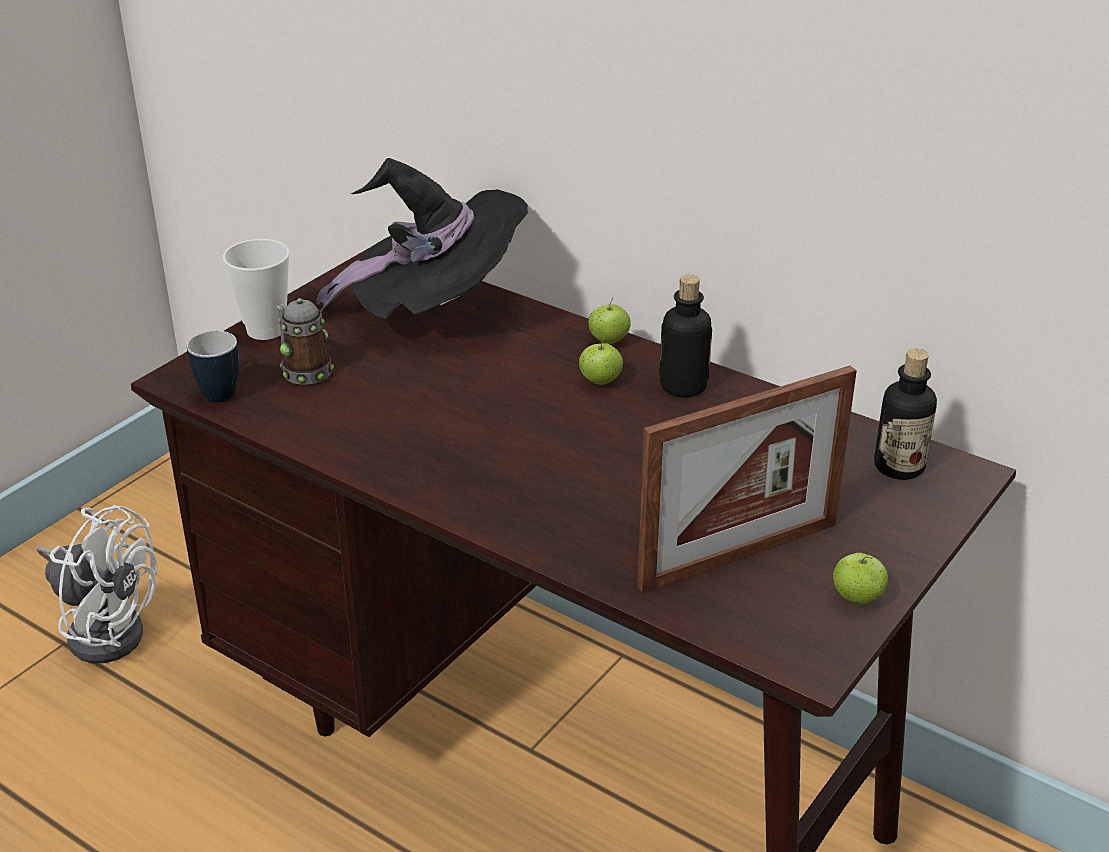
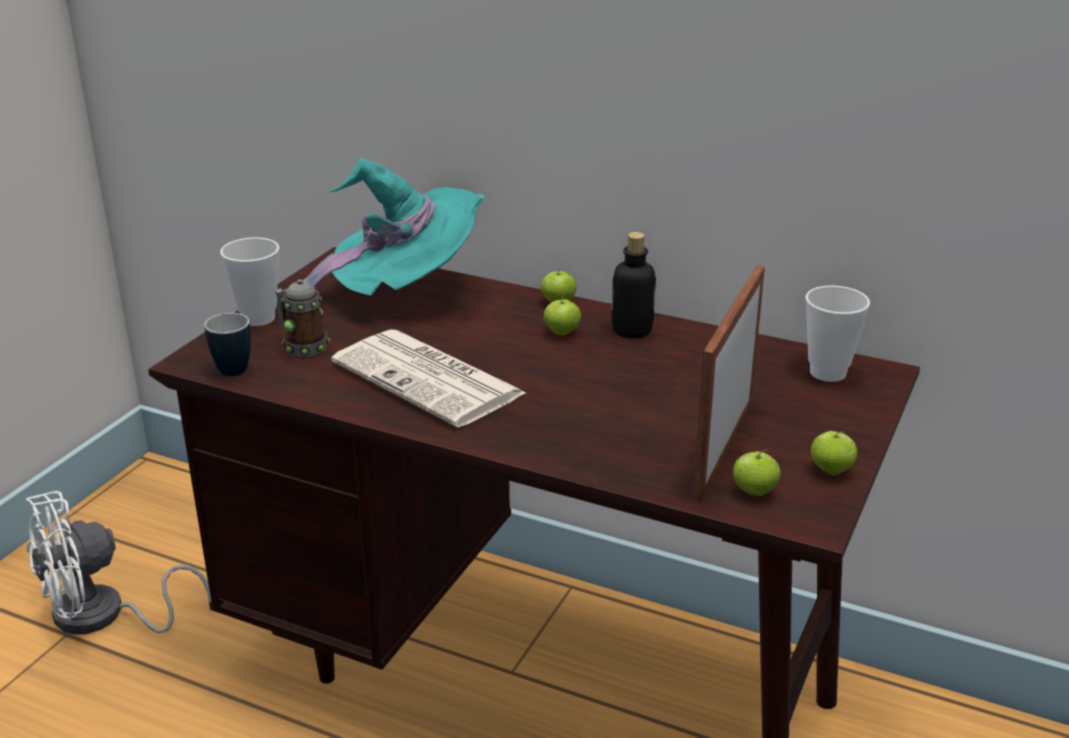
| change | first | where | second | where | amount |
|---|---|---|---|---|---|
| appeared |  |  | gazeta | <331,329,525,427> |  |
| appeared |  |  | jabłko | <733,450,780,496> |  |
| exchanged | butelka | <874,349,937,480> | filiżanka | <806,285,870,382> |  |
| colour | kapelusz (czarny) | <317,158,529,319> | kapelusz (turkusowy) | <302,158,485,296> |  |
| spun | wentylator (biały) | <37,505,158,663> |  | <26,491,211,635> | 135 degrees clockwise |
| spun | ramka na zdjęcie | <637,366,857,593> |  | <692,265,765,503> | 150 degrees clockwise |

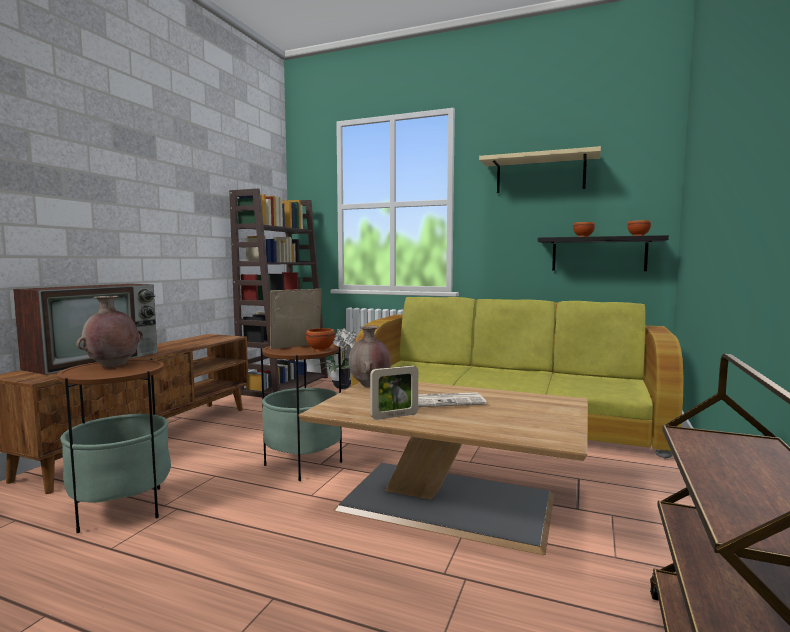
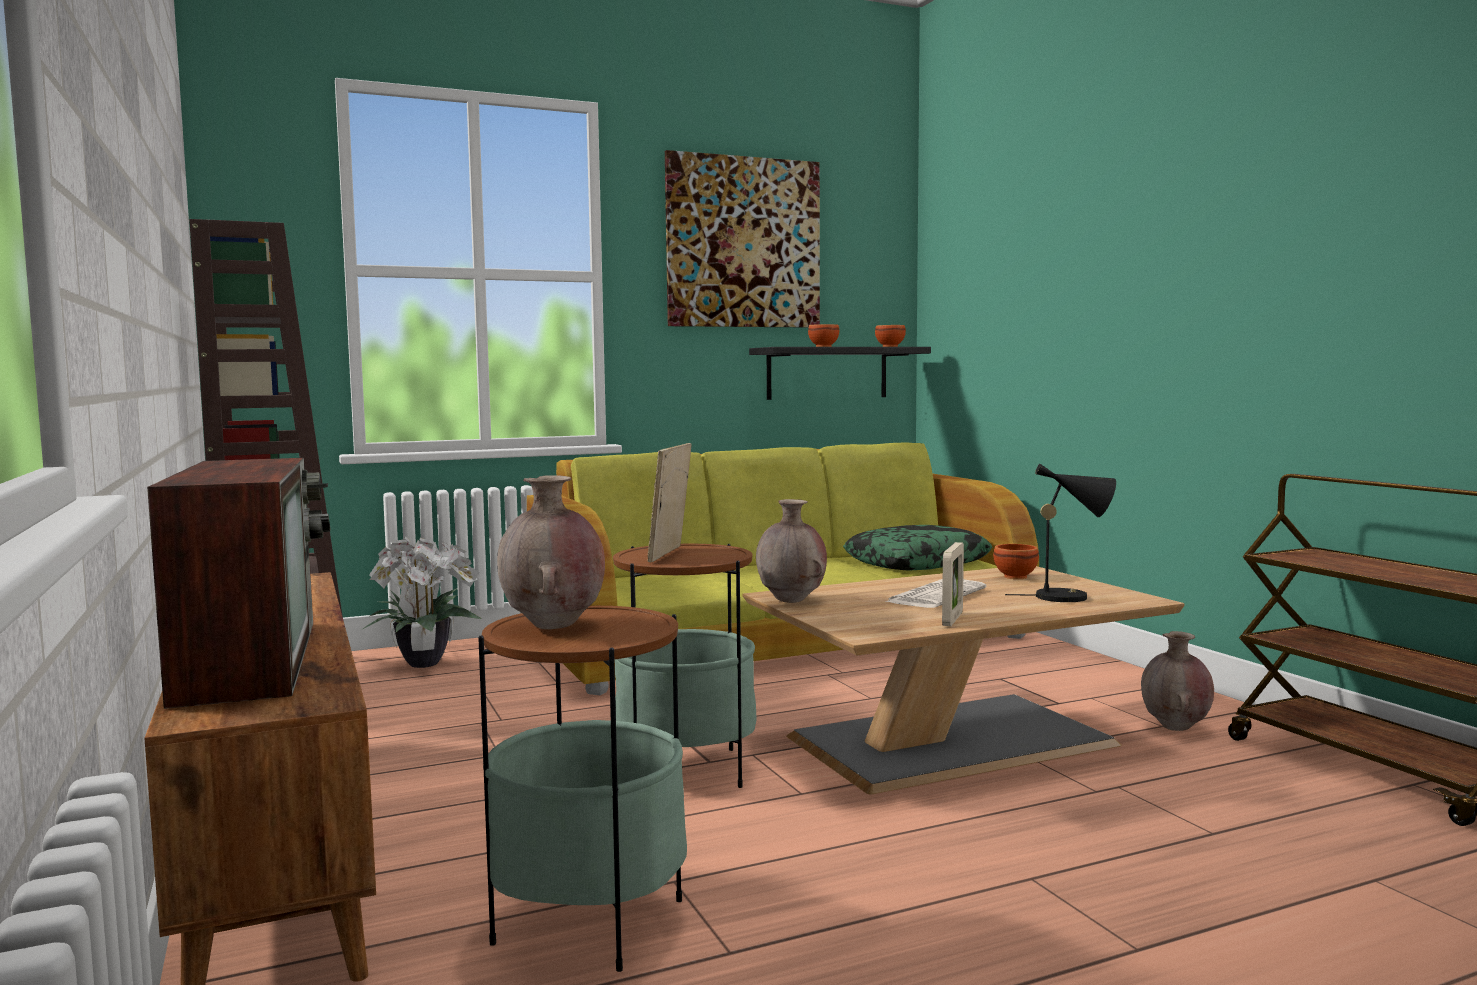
| change | first | where | second | where | amount |
|---|---|---|---|---|---|
| appeared |  |  | poduszka | <843,525,992,571> |  |
| appeared |  |  | lampa stołowa (czarny) | <1005,464,1116,602> |  |
| appeared |  |  | wazon (brązowy) | <1141,631,1214,731> |  |
| relocated | miska (brązowy) | <306,328,335,351> |  | <993,544,1039,579> |  |
| exchanged | półka (beżowy) | <479,146,601,193> | obraz | <665,150,820,328> |  |

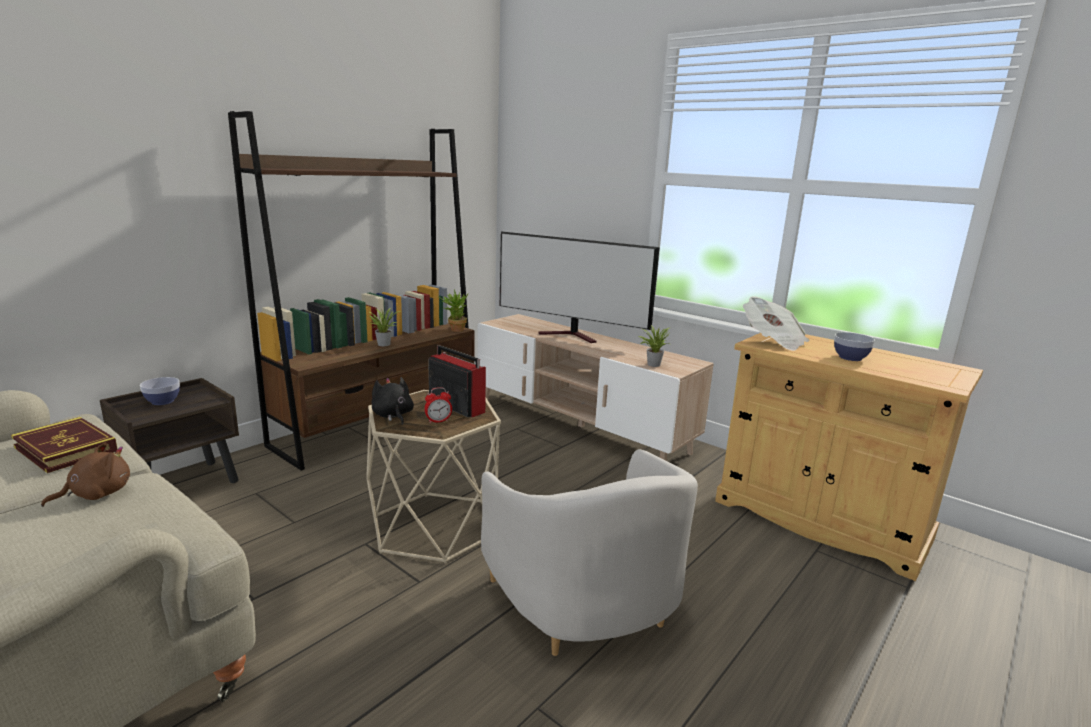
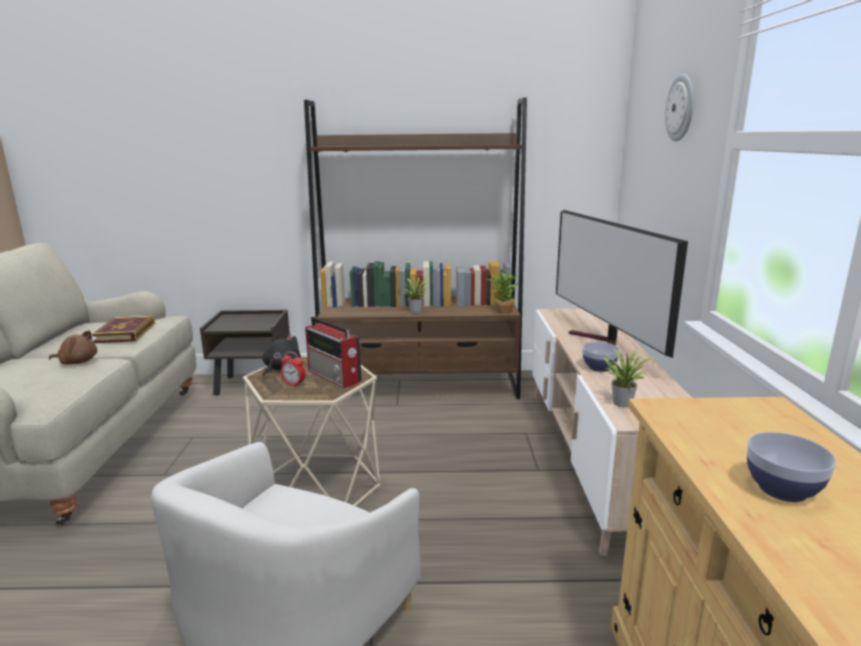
| change | first | where | second | where | amount |
|---|---|---|---|---|---|
| missing | gazeta | <743,297,809,351> |  |  |  |
| appeared |  |  | zegar ścienny | <665,74,694,141> |  |
| relocated | miska | <140,377,180,405> |  | <582,342,620,372> |  |
| spun | radio | <428,345,486,417> |  | <305,316,362,388> | 135 degrees clockwise |

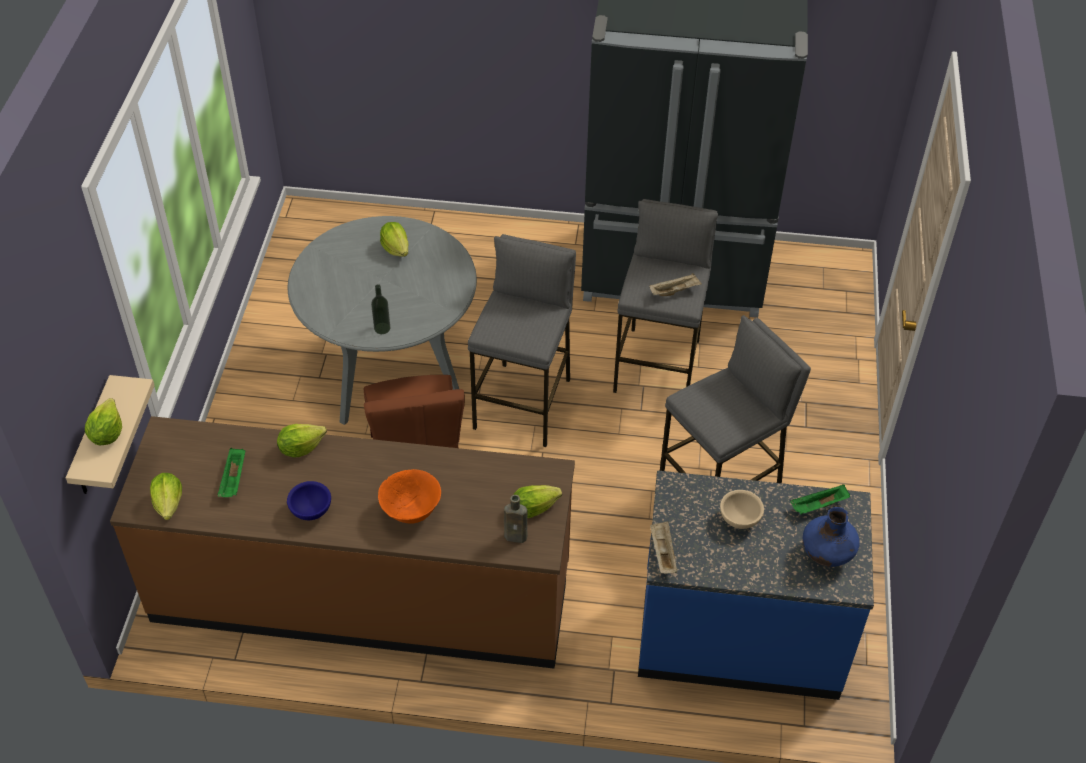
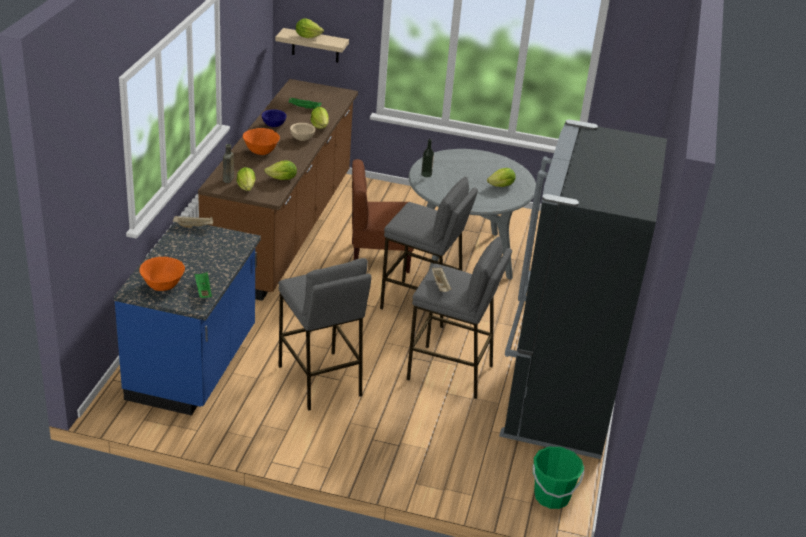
| change | first | where | second | where | amount |
|---|---|---|---|---|---|
| appeared |  |  | wiadro (zielony) | <533,447,584,509> |  |
| relocated | sałata | <150,473,182,520> |  | <264,160,297,180> |  |
| relocated | miska (beżowy) | <720,490,764,529> |  | <290,123,315,141> |  |
| exchanged | wazon (niebieski) | <802,507,860,567> | miska (pomarańczowy) | <139,257,185,291> |  |

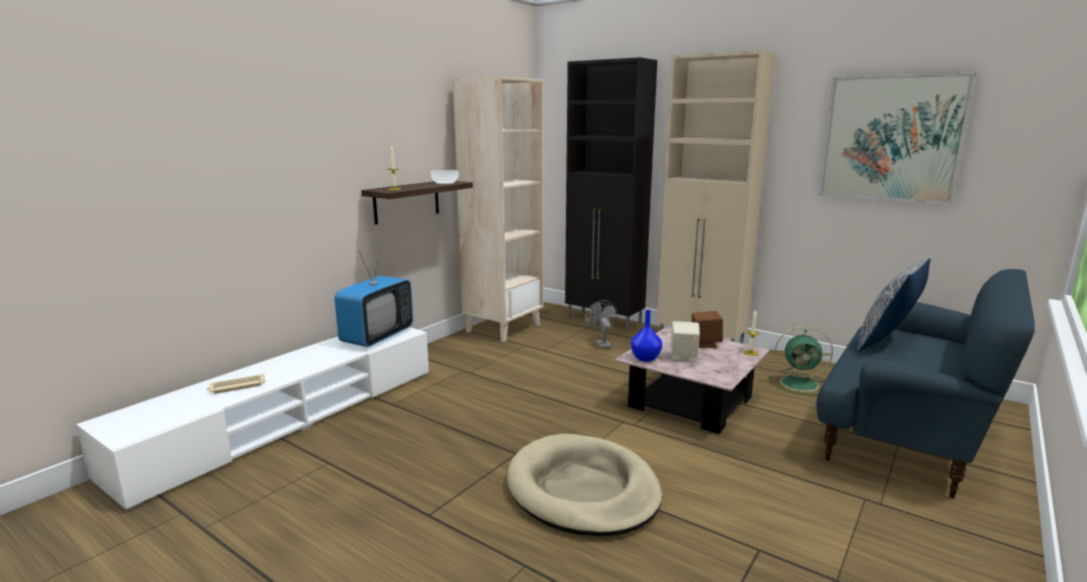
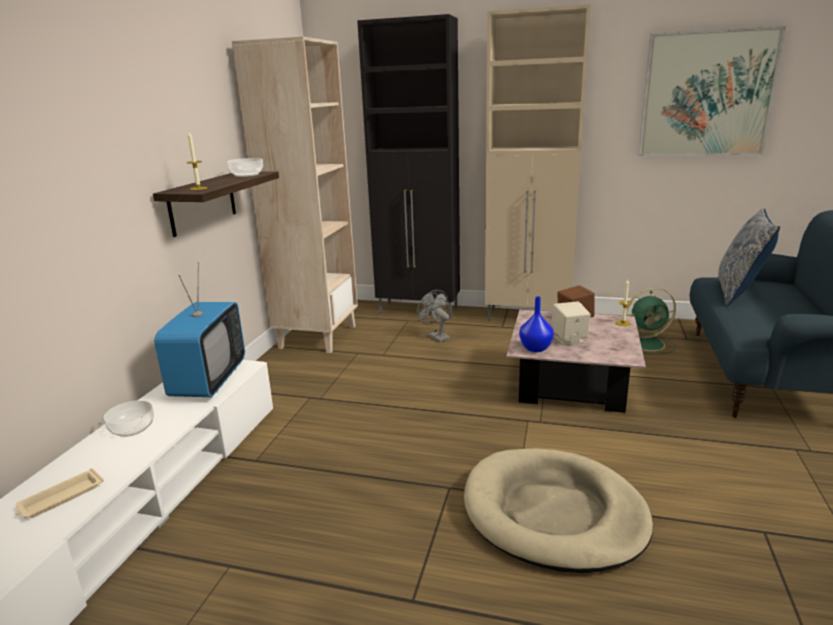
| change | first | where | second | where | amount |
|---|---|---|---|---|---|
| appeared |  |  | miska | <104,400,154,437> |  |

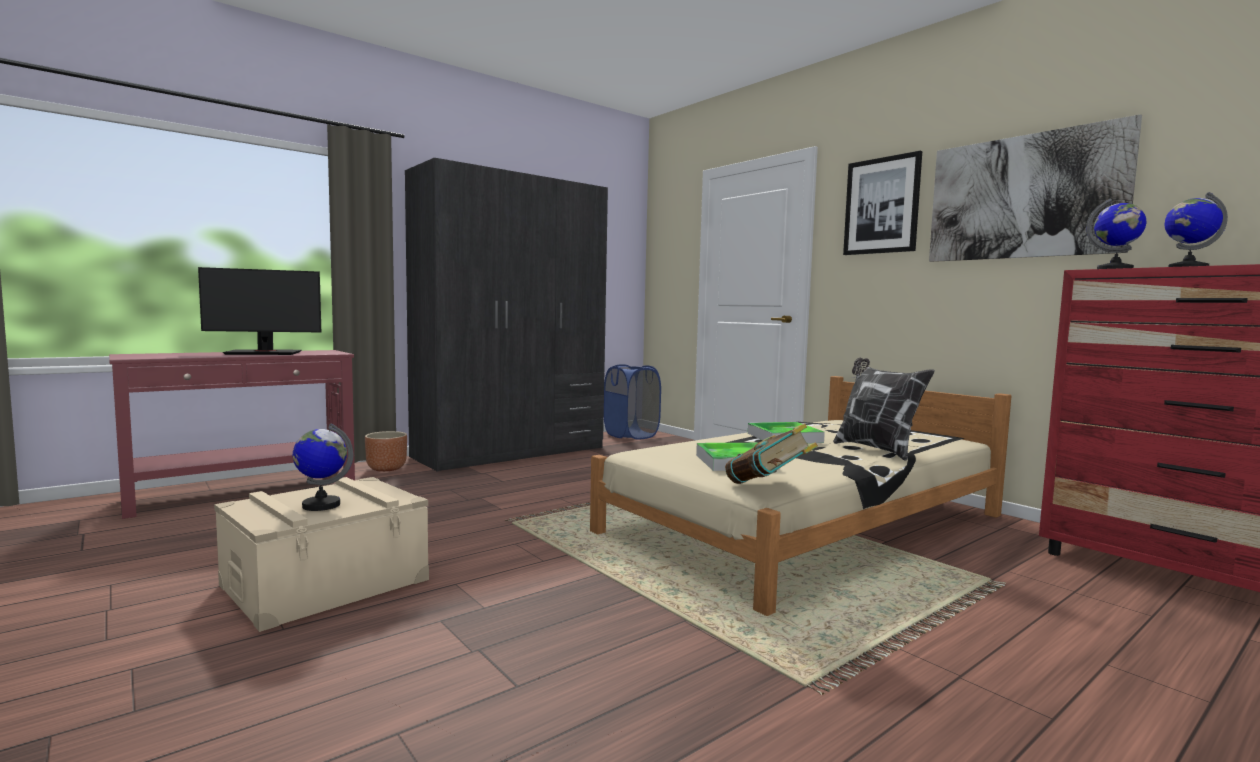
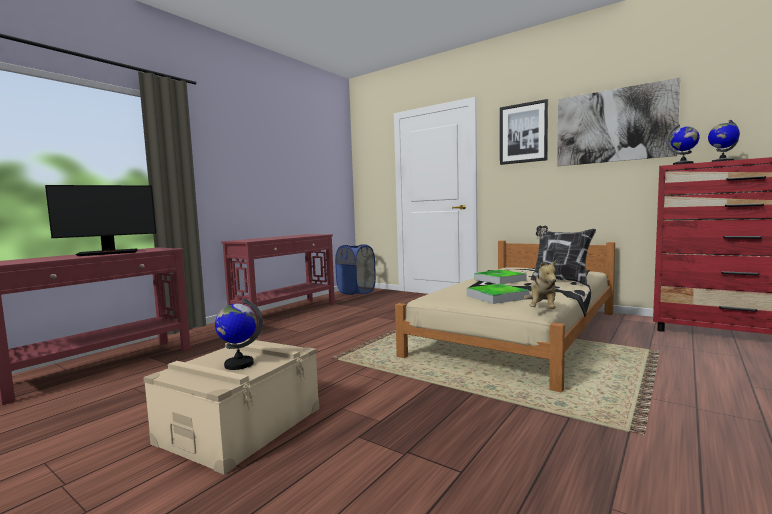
| change | first | where | second | where | amount |
|---|---|---|---|---|---|
| missing | donica (brązowy) | <365,431,407,472> |  |  |  |
| exchanged | szafa (szary) | <405,158,608,471> | stolik konsolowy (czerwony) | <221,234,335,326> |  |
| exchanged | książka | <725,423,818,484> | pluszak | <524,260,556,309> |  |

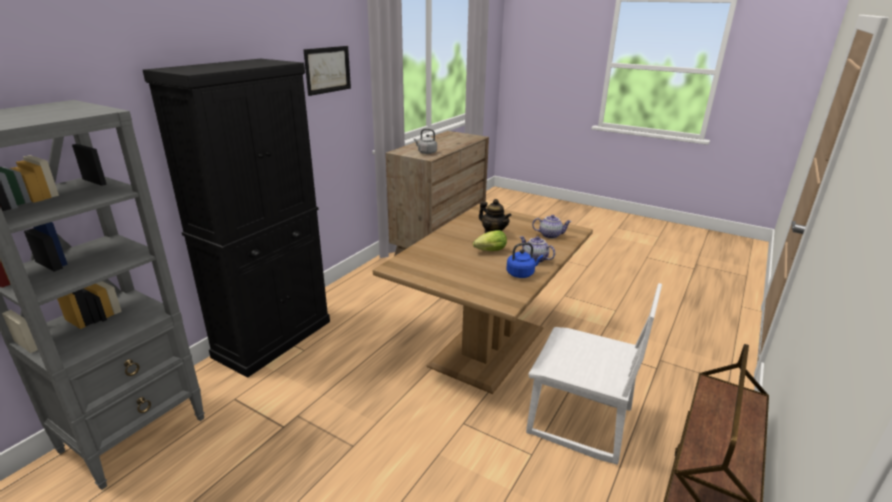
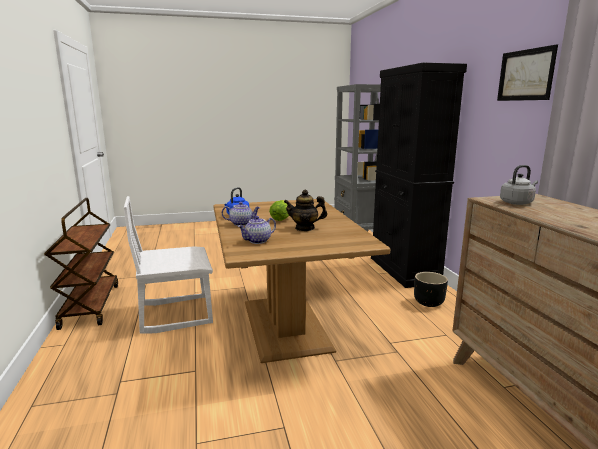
| change | first | where | second | where | amount |
|---|---|---|---|---|---|
| appeared |  |  | donica (czarny) | <414,272,448,307> |  |

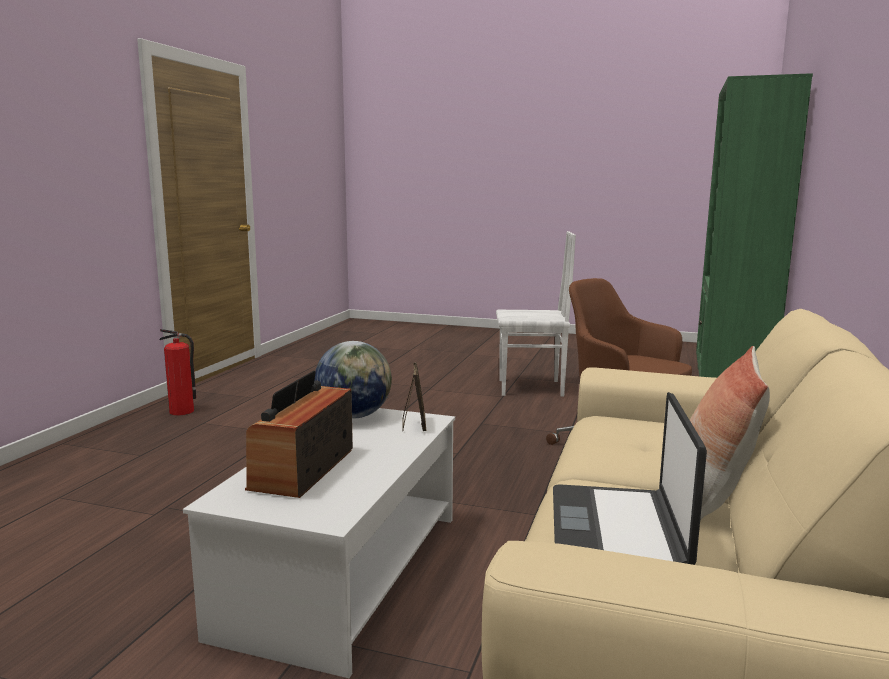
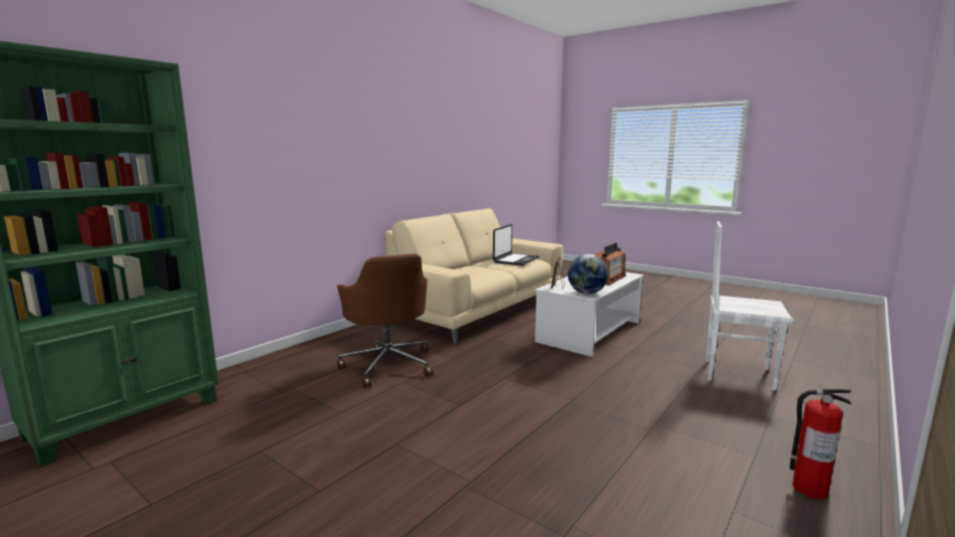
| change | first | where | second | where | amount |
|---|---|---|---|---|---|
| missing | poduszka | <690,346,770,520> |  |  |  |
| relocated | krzesło (biały) | <496,231,576,397> |  | <706,221,794,390> |  |

